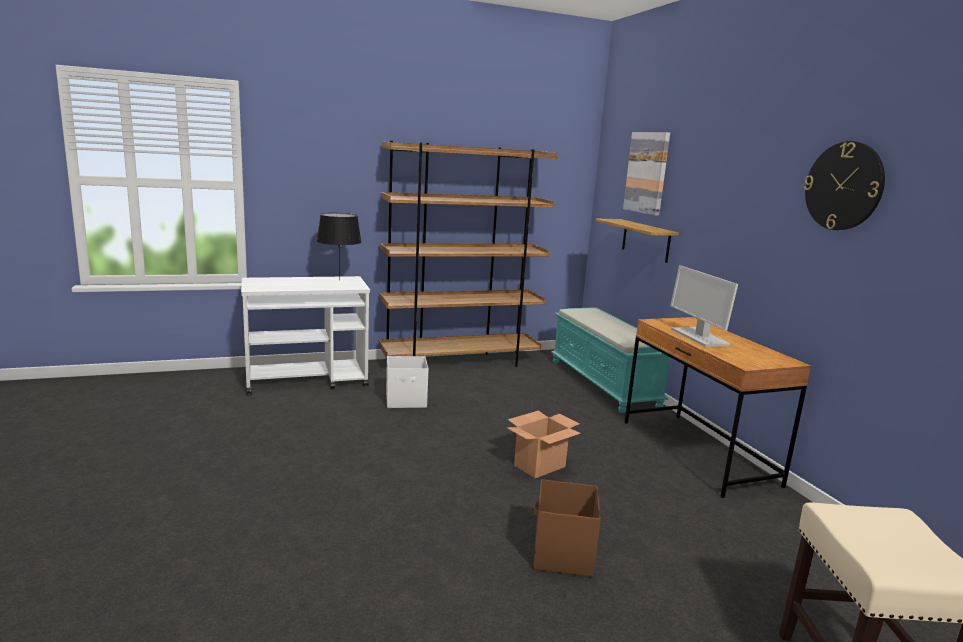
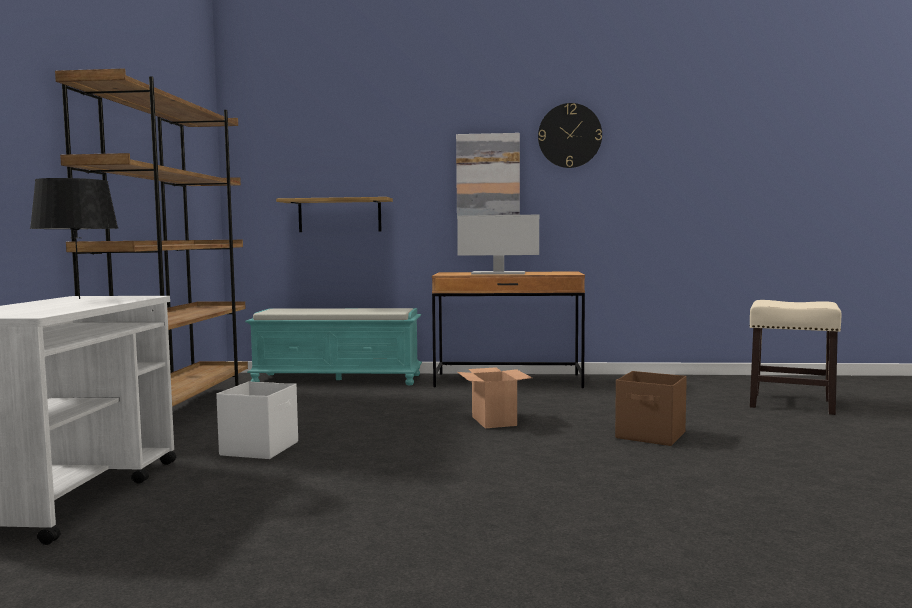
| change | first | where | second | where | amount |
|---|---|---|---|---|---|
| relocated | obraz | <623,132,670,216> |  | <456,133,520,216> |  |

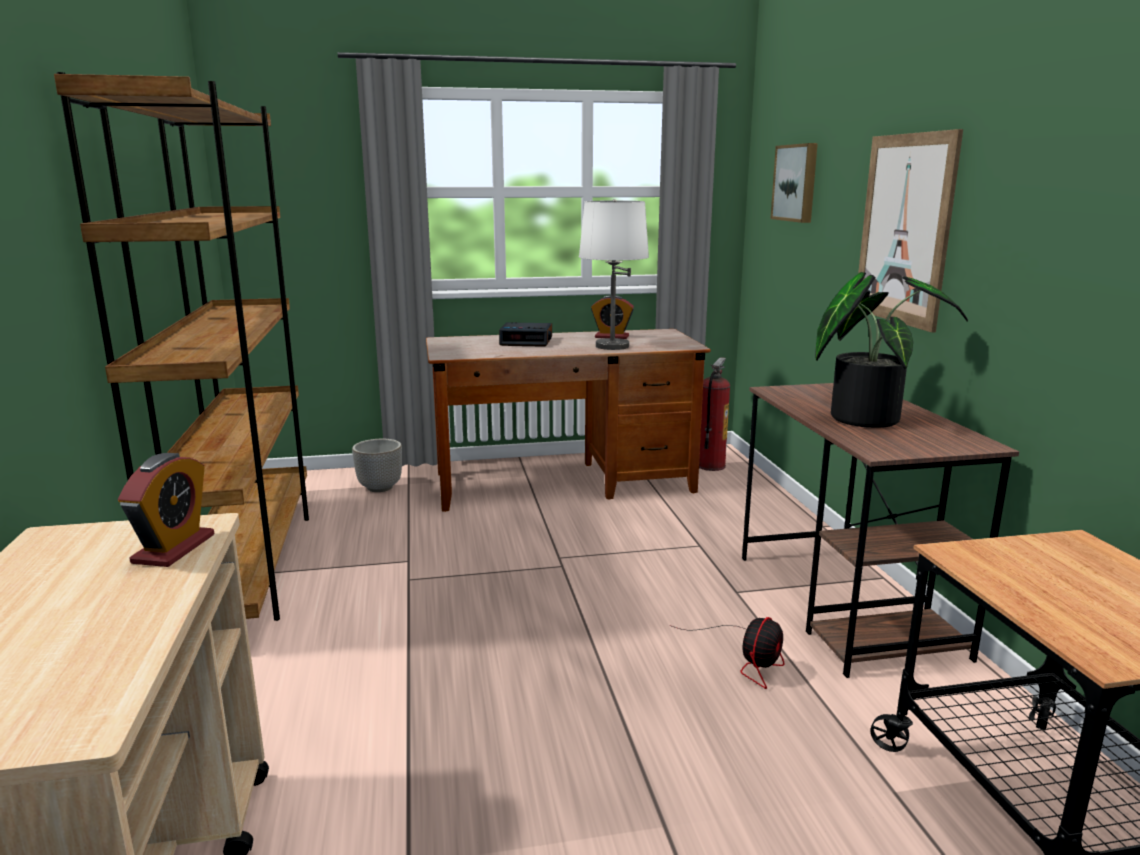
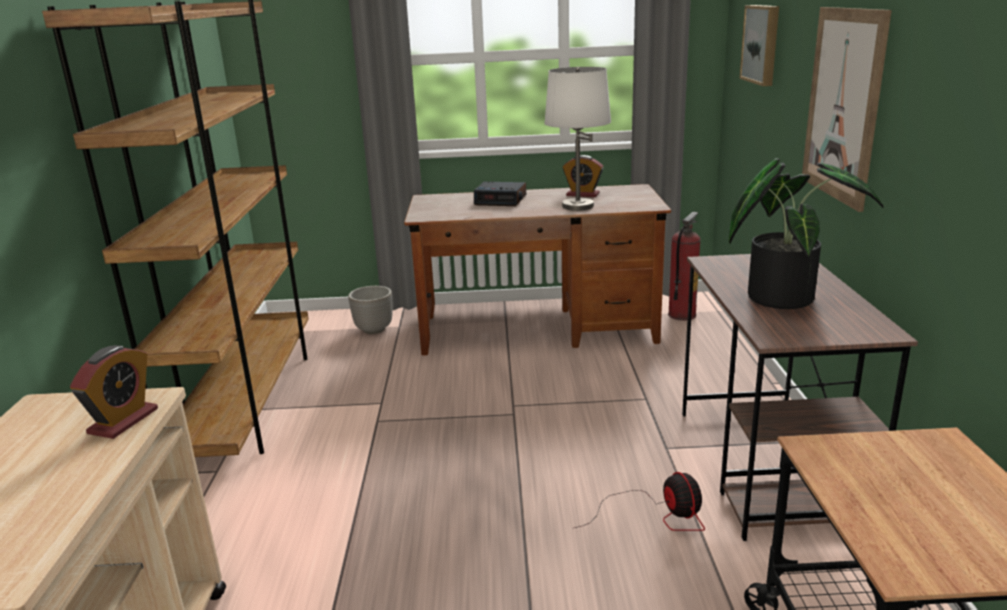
| change | first | where | second | where | amount |
|---|---|---|---|---|---|
| spun | wentylator | <670,617,784,689> |  | <574,472,705,531> | 60 degrees counterclockwise |

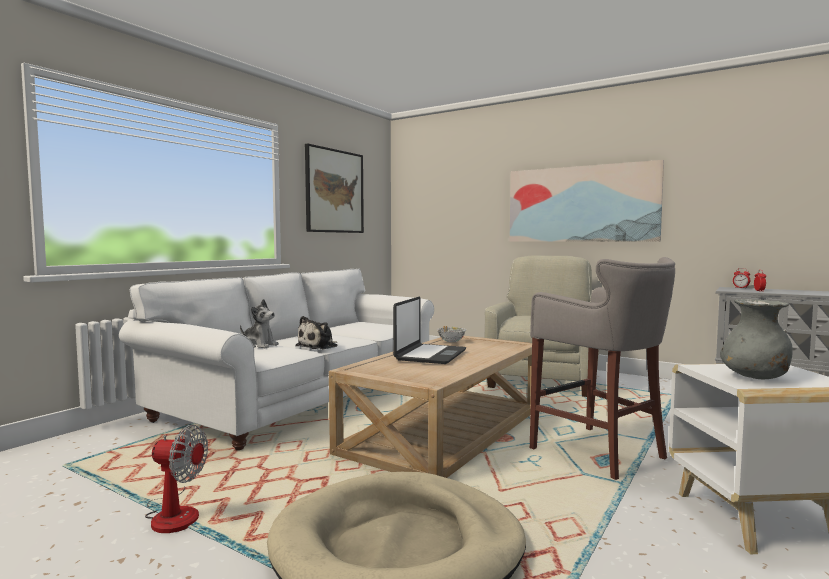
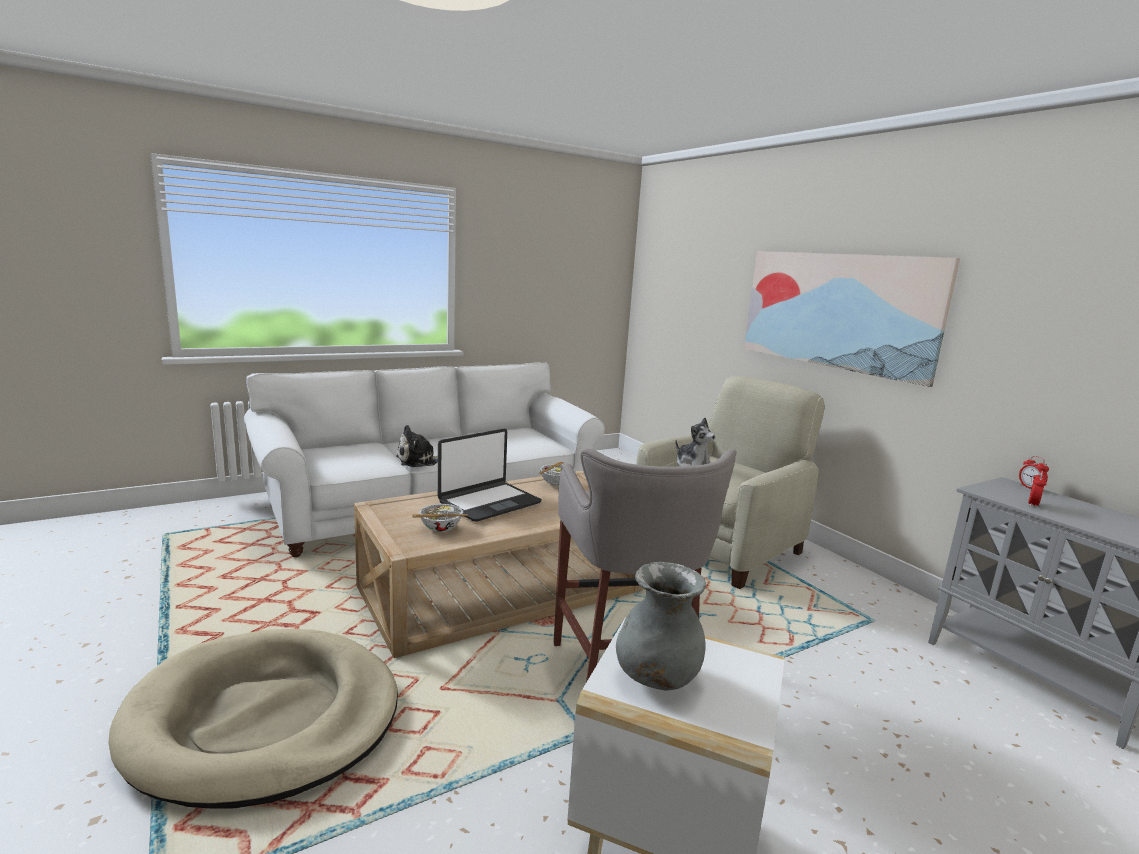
| change | first | where | second | where | amount |
|---|---|---|---|---|---|
| missing | wentylator | <145,425,208,533> |  |  |  |
| missing | obraz | <305,143,364,233> |  |  |  |
| appeared |  |  | miska | <412,504,468,532> |  |
| relocated | pluszak | <240,299,279,348> |  | <675,418,716,467> |  |

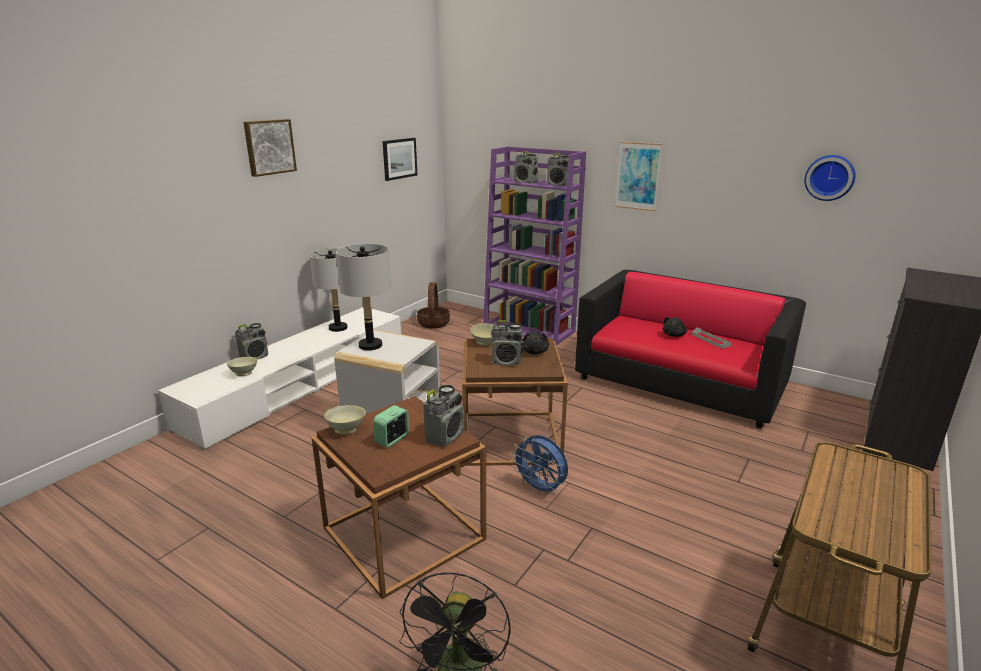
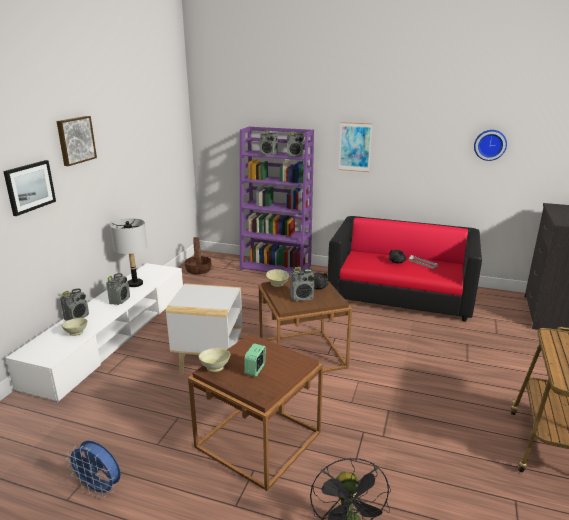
| change | first | where | second | where | amount |
|---|---|---|---|---|---|
| missing | lampa stołowa (szary) | <336,244,391,350> |  |  |  |
| relocated | obraz | <383,138,417,181> |  | <3,160,56,216> |  |
| relocated | radio | <423,385,464,447> |  | <106,273,130,305> |  |
| relocated | wentylator (niebieski) | <511,435,568,496> |  | <66,441,121,498> |  |

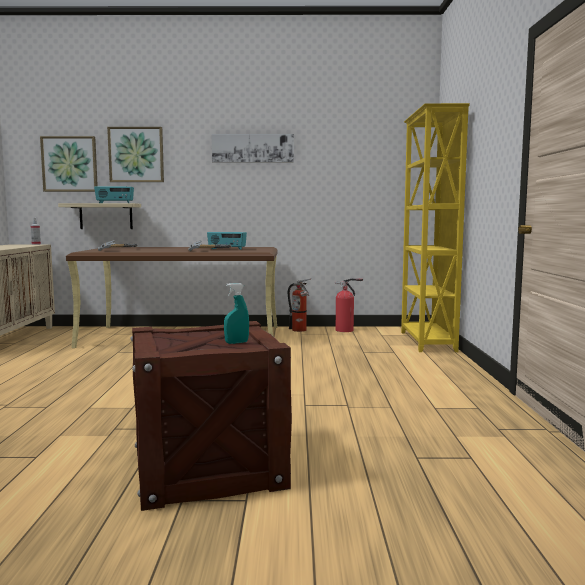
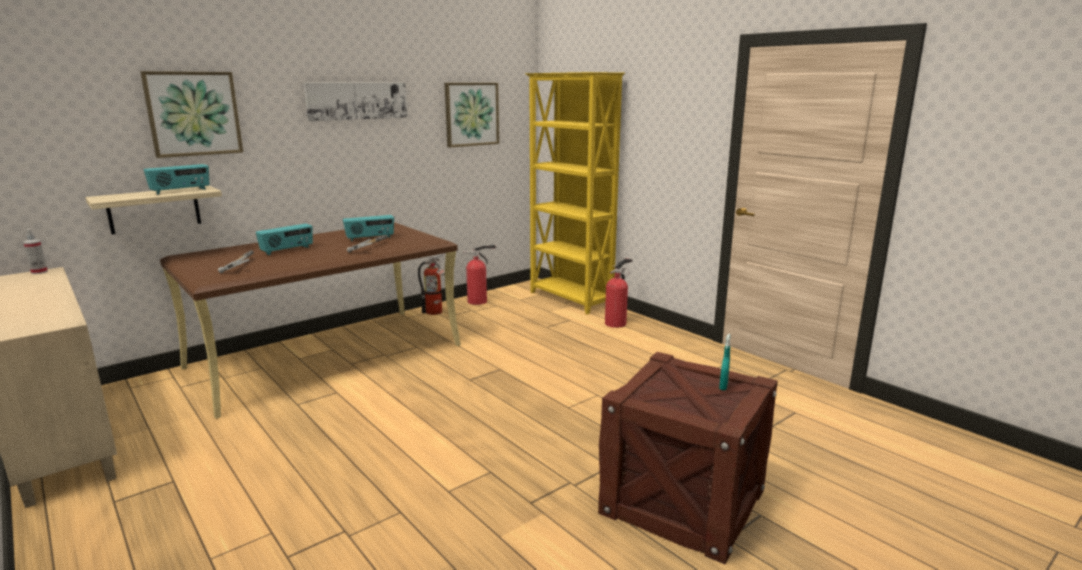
| change | first | where | second | where | amount |
|---|---|---|---|---|---|
| appeared |  |  | radio | <256,223,313,255> |  |
| appeared |  |  | gaśnica | <605,258,632,328> |  |
| relocated | obraz | <40,136,98,192> |  | <445,83,499,147> |  |

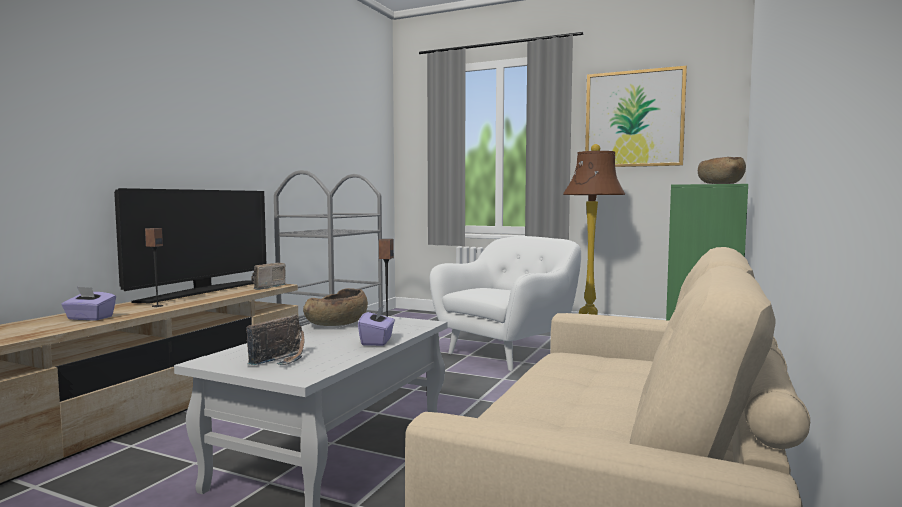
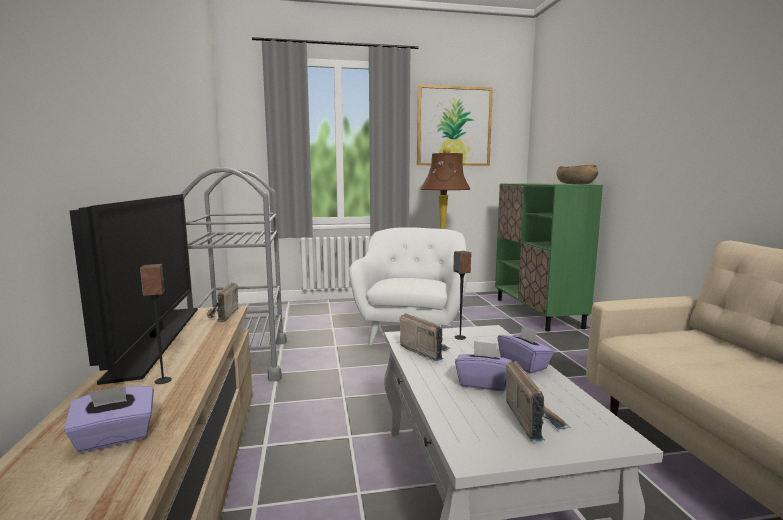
| change | first | where | second | where | amount |
|---|---|---|---|---|---|
| appeared |  |  | pudełko chusteczek (fioletowy) | <455,341,512,391> |  |
| exchanged | miska (brązowy) | <303,288,368,326> | radio | <400,313,450,361> |  |

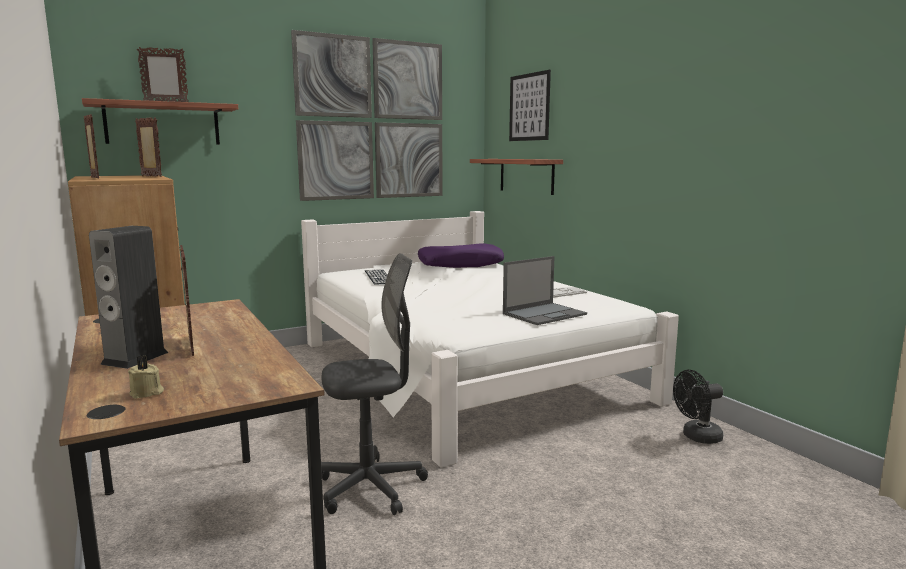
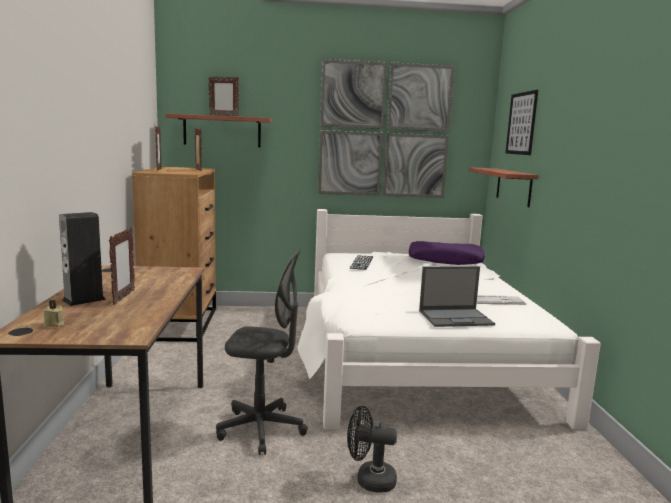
| change | first | where | second | where | amount |
|---|---|---|---|---|---|
| relocated | wentylator (czarny) | <673,370,723,444> |  | <347,406,397,493> |  |

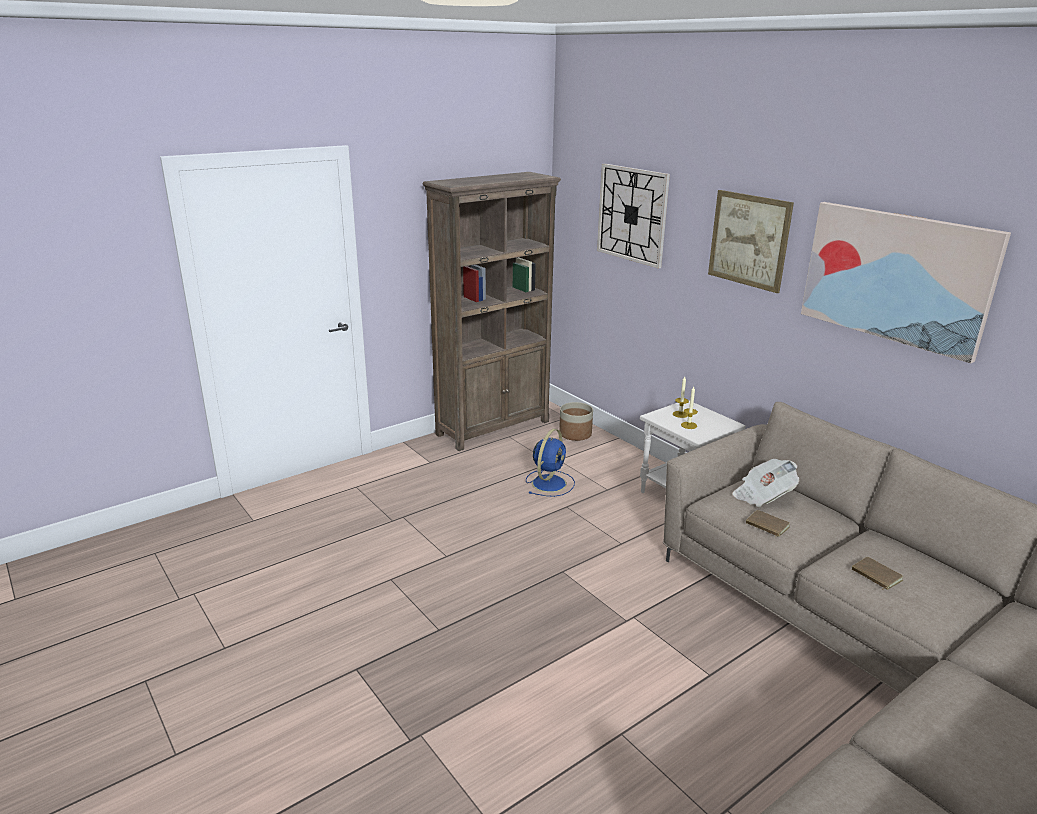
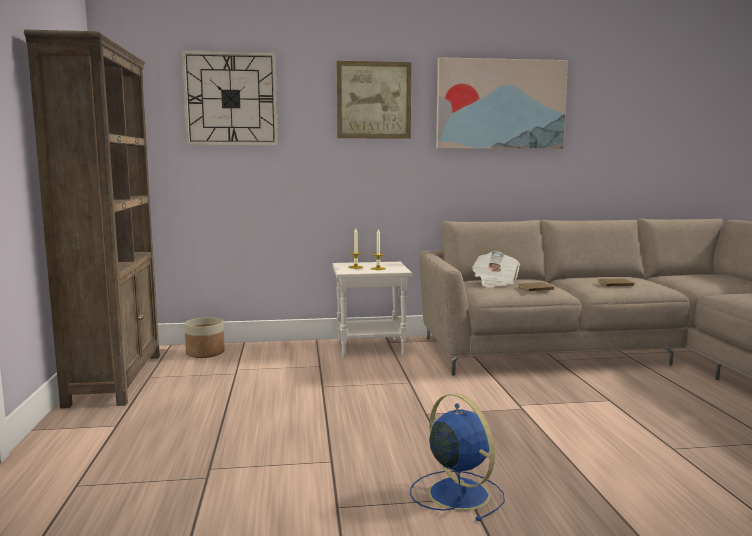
| change | first | where | second | where | amount |
|---|---|---|---|---|---|
| relocated | wentylator (niebieski) | <526,429,575,497> |  | <410,393,505,521> |  |

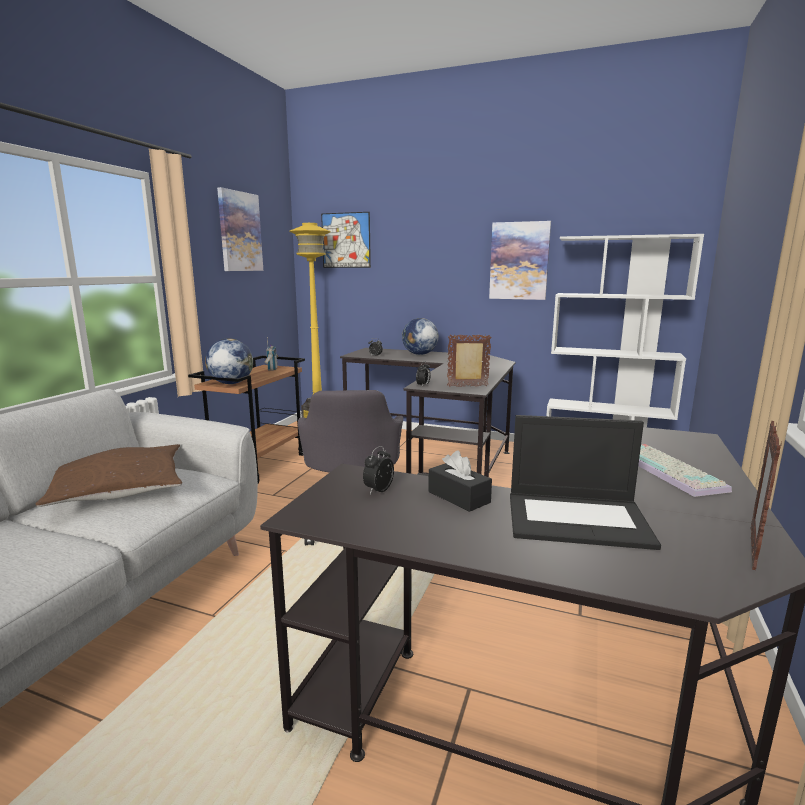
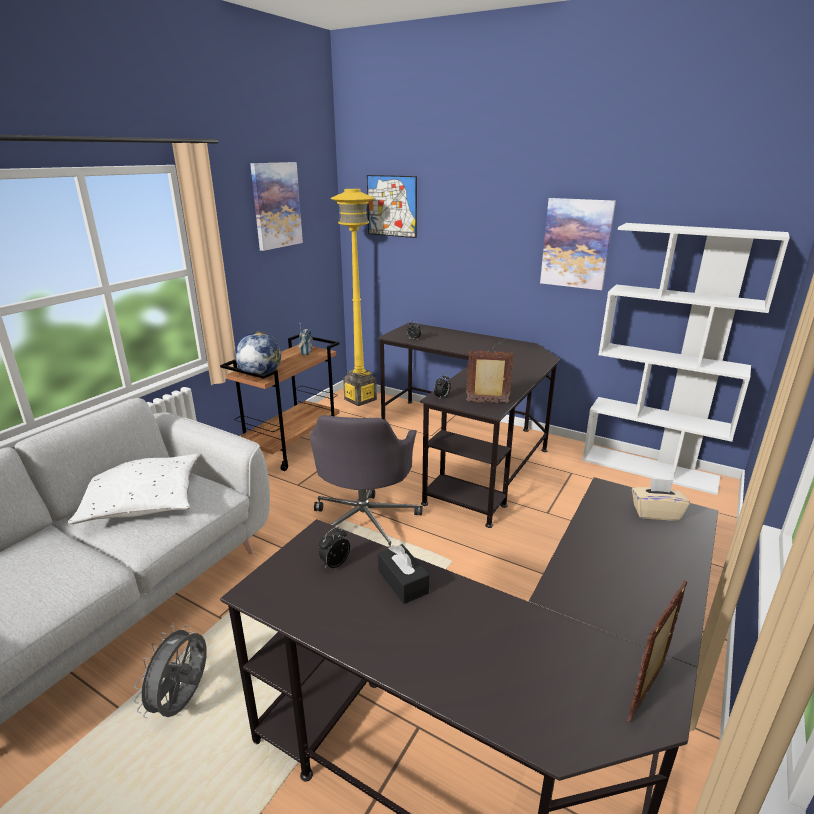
| change | first | where | second | where | amount |
|---|---|---|---|---|---|
| missing | globus | <402,318,439,355> |  |  |  |
| missing | laptop | <510,415,661,550> |  |  |  |
| missing | klawiatura | <638,444,732,497> |  |  |  |
| appeared |  |  | wentylator (szary) | <134,625,207,719> |  |
| appeared |  |  | pudełko chusteczek (beżowy) | <632,478,690,521> |  |
| colour | poduszka (brązowy) | <36,444,182,507> | poduszka (biały) | <68,454,200,524> |  |

